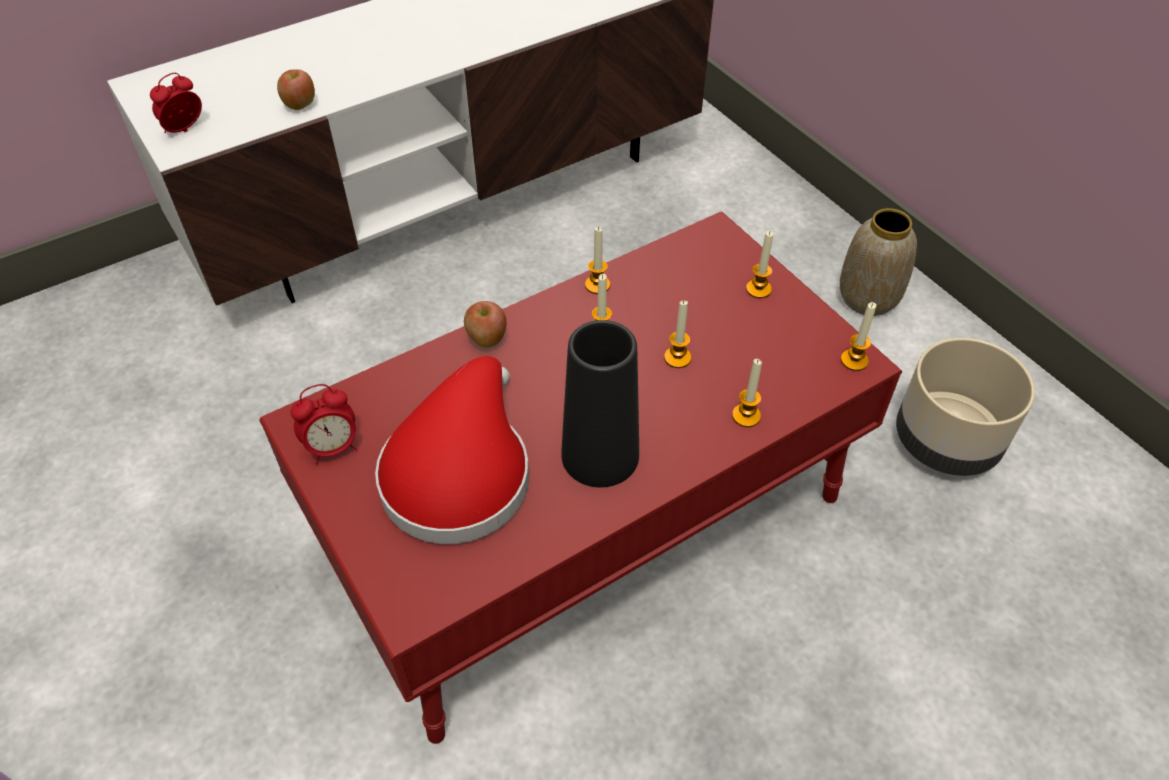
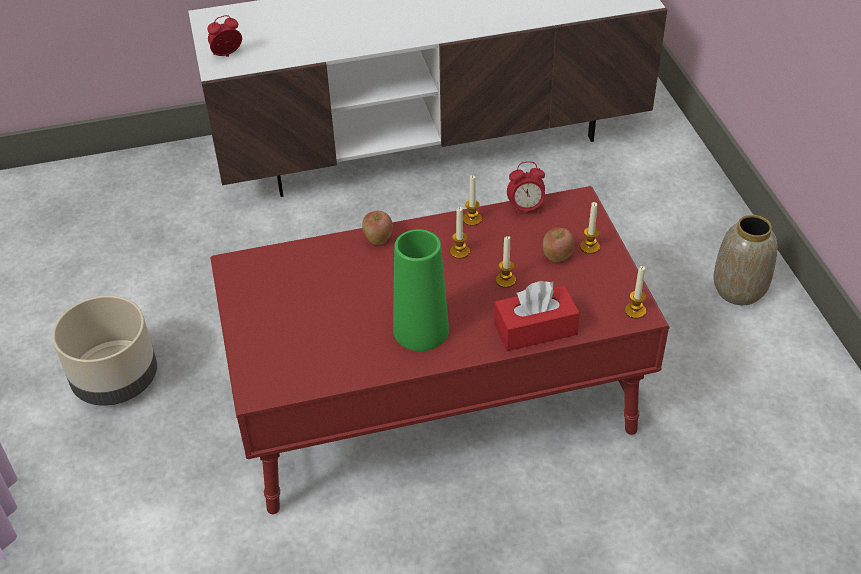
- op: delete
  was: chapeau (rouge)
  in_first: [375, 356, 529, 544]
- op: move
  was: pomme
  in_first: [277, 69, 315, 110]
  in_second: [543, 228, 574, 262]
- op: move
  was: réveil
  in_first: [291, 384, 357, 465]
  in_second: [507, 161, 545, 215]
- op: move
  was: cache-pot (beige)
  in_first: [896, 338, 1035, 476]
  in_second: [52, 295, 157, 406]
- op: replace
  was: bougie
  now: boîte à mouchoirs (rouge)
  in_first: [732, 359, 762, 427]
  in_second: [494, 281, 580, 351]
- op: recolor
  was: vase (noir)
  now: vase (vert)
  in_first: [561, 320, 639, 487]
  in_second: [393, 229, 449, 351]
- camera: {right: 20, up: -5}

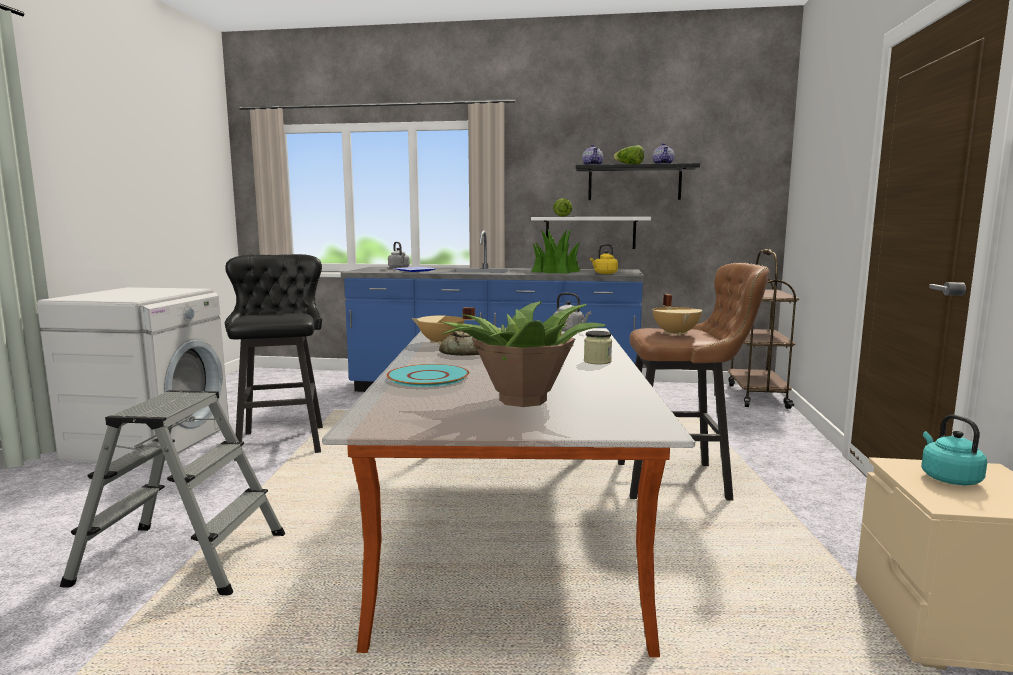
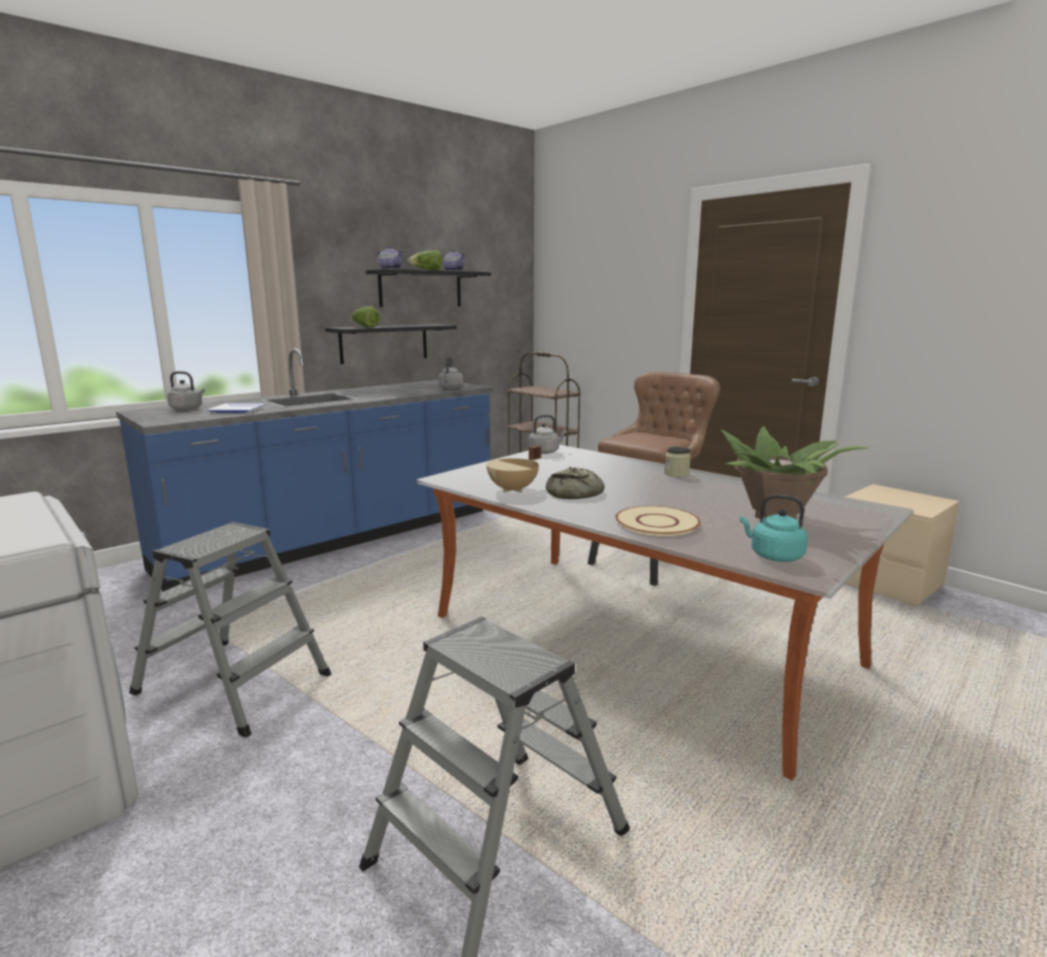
- op: delete
  was: plante en pot
  in_first: [531, 228, 581, 274]
- op: delete
  was: marmite (beige)
  in_first: [653, 294, 703, 336]
- op: move
  was: bouilloire (turquoise)
  in_first: [921, 415, 987, 485]
  in_second: [740, 494, 808, 562]
- op: replace
  was: tabouret (noir)
  now: escabeau (gris)
  in_first: [225, 254, 323, 461]
  in_second: [129, 522, 331, 737]
- op: recolor
  was: assiette (turquoise)
  now: assiette (beige)
  in_first: [387, 364, 469, 387]
  in_second: [615, 506, 701, 536]
- op: recolor
  was: étagère (blanc)
  now: étagère (noir)
  in_first: [531, 217, 651, 249]
  in_second: [325, 324, 457, 364]
- op: recolor
  was: bouilloire (jaune)
  now: bouilloire (gris)
  in_first: [590, 244, 618, 274]
  in_second: [438, 357, 463, 389]
- camera: {right: -50, up: 5}

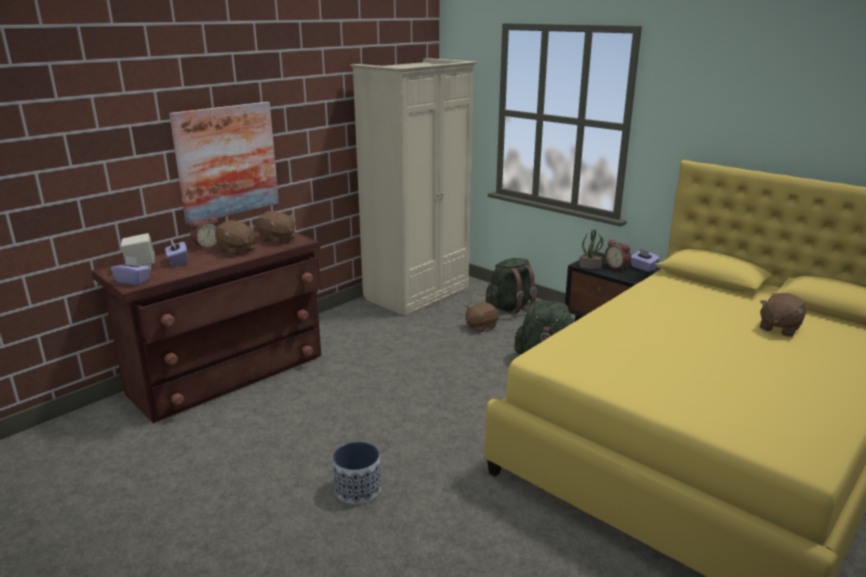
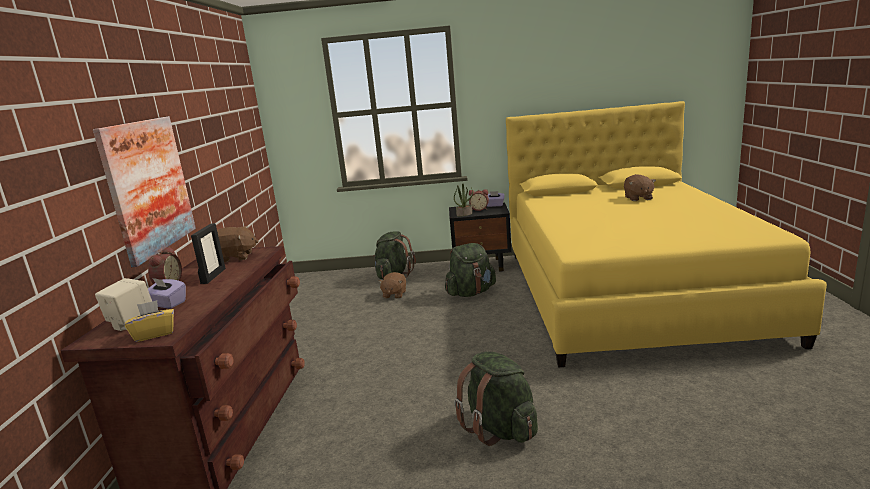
- op: delete
  was: armoire (beige)
  in_first: [350, 58, 477, 316]
- op: replace
  was: peluche (marron)
  now: cadre photo
  in_first: [215, 220, 255, 256]
  in_second: [191, 223, 226, 284]
- op: replace
  was: cache-pot
  now: sac à dos (vert)
  in_first: [333, 441, 381, 504]
  in_second: [454, 351, 538, 446]
- op: recolor
  was: boîte à mouchoirs (violet)
  now: boîte à mouchoirs (jaune)
  in_first: [111, 256, 151, 285]
  in_second: [124, 300, 174, 342]
- camera: {right: -40, up: -5}

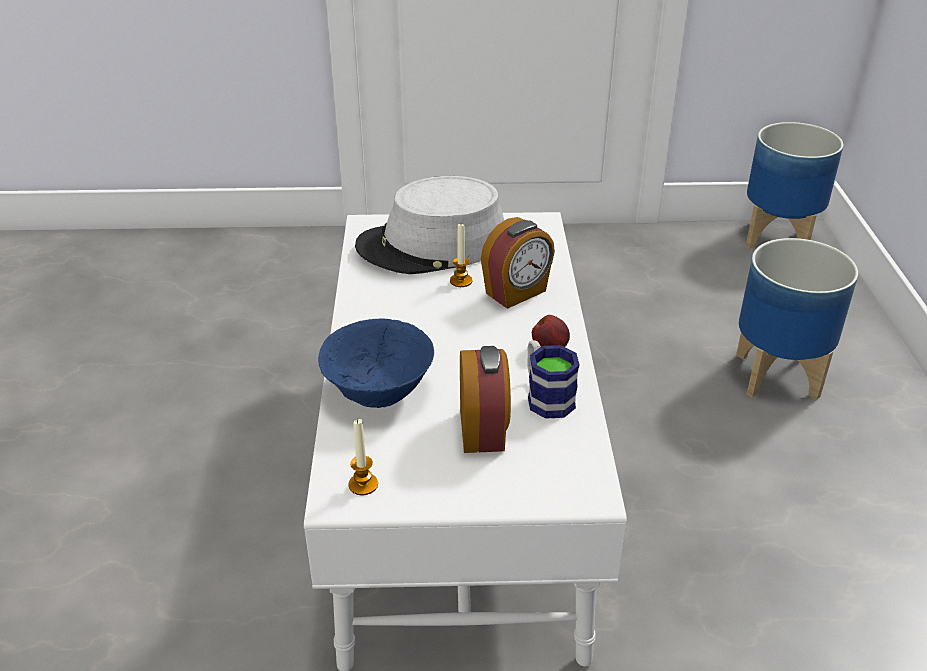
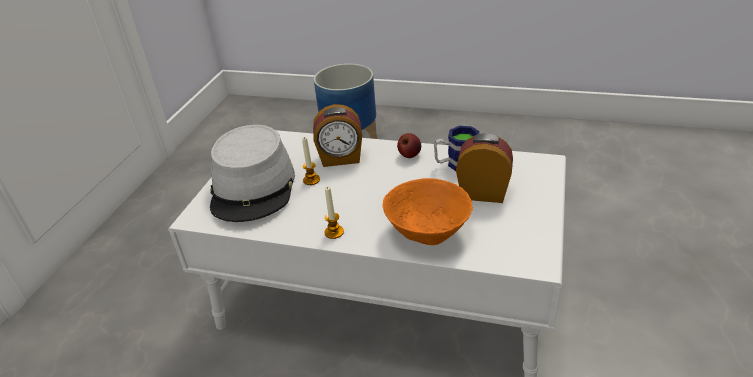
- op: delete
  was: cache-pot
  in_first: [746, 122, 843, 249]
- op: move
  was: bougie
  in_first: [348, 419, 378, 495]
  in_second: [324, 186, 344, 239]
- op: recolor
  was: bol (bleu)
  now: bol (orange)
  in_first: [318, 319, 434, 408]
  in_second: [383, 178, 473, 245]
- op: rotate
  was: réveil
  in_first: [481, 217, 555, 309]
  in_second: [313, 104, 362, 167]
  clockwise: 105
- camera: {right: -70, up: 0}

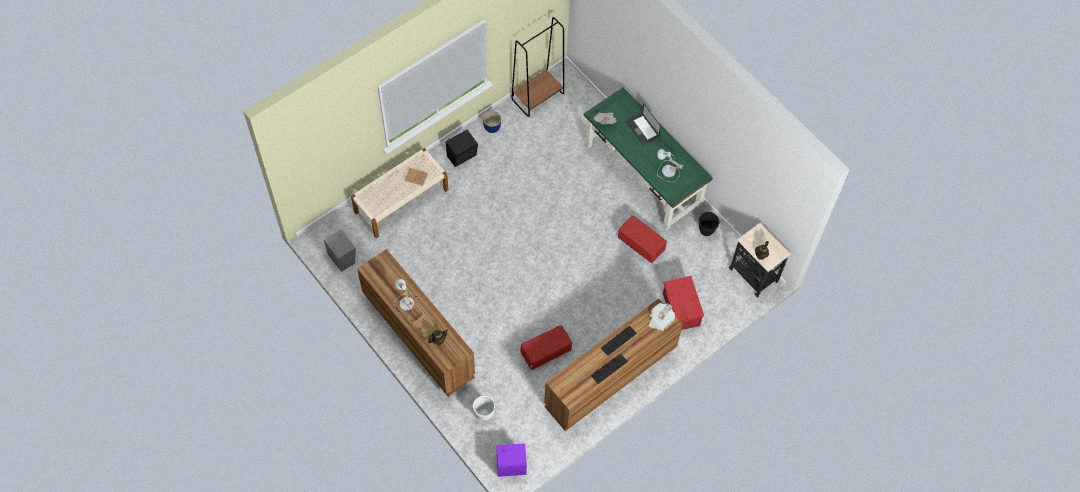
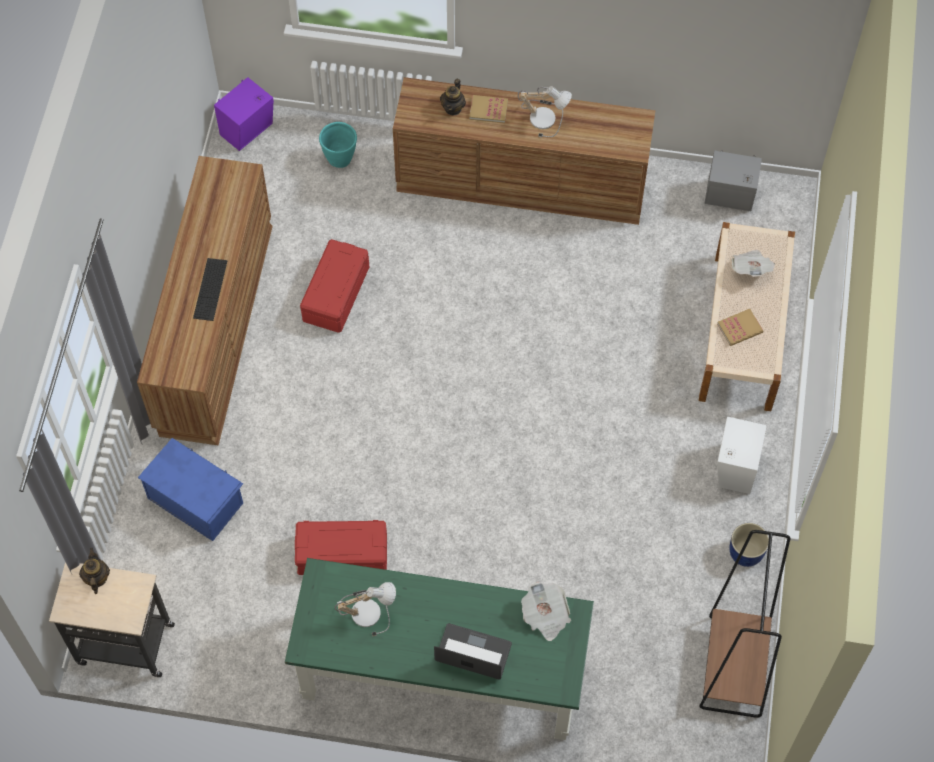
- op: delete
  was: clavier
  in_first: [591, 353, 628, 384]
- op: delete
  was: cache-pot (noir)
  in_first: [699, 212, 720, 236]
- op: move
  was: journal
  in_first: [649, 303, 675, 331]
  in_second: [732, 249, 775, 277]
- op: recolor
  was: enceinte (noir)
  now: enceinte (blanc)
  in_first: [446, 130, 478, 167]
  in_second: [717, 417, 767, 494]
- op: recolor
  was: cache-pot (blanc)
  now: cache-pot (turquoise)
  in_first: [473, 396, 495, 421]
  in_second: [319, 122, 357, 168]
- op: recolor
  was: boîte de rangement (rouge)
  now: boîte de rangement (bleu)
  in_first: [663, 276, 704, 330]
  in_second: [138, 438, 243, 541]
- camera: {right: 140, up: 0}

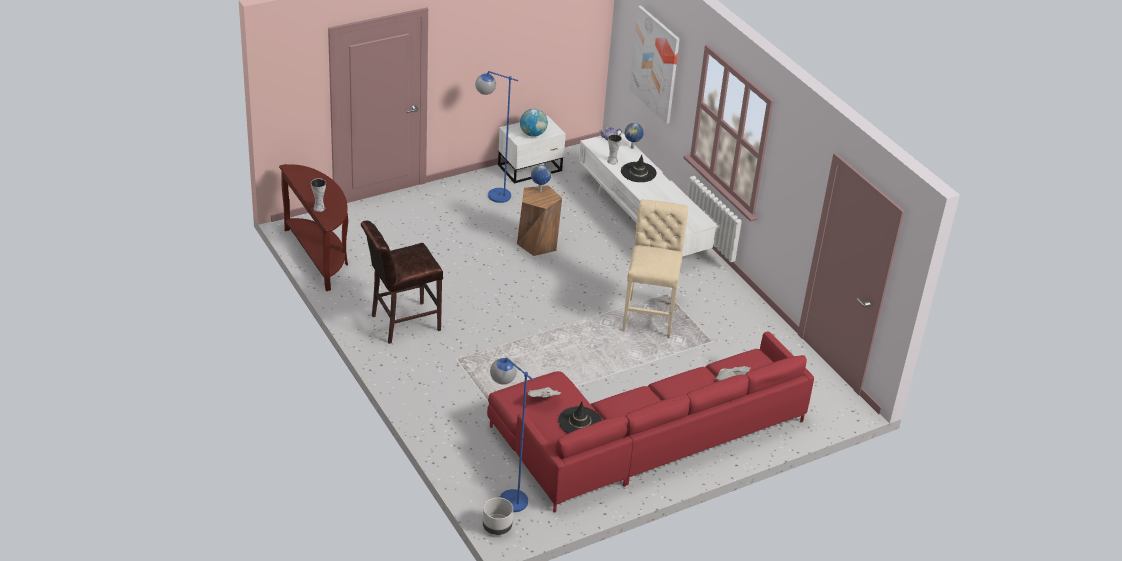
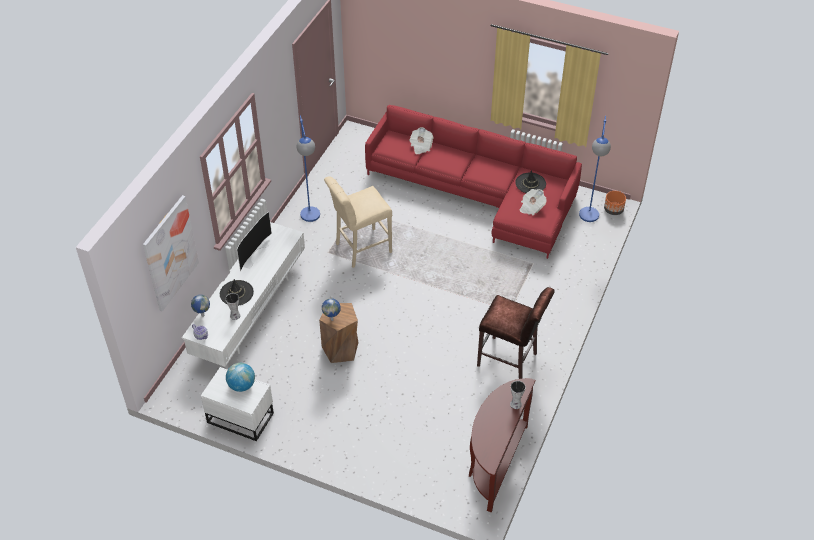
- op: insert
  now: téléviseur
  in_second: [237, 212, 272, 271]
- op: move
  was: lampadaire (bleu)
  in_first: [475, 71, 518, 203]
  in_second: [296, 116, 320, 222]
- op: recolor
  was: cache-pot (gris)
  now: cache-pot (orange)
  in_first: [483, 497, 513, 535]
  in_second: [604, 191, 626, 215]
- camera: {right: -125, up: 10}

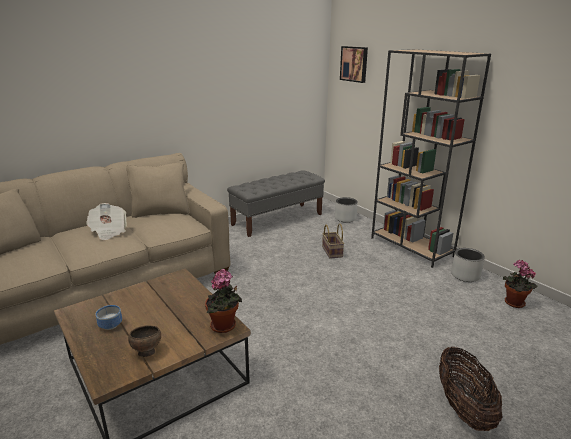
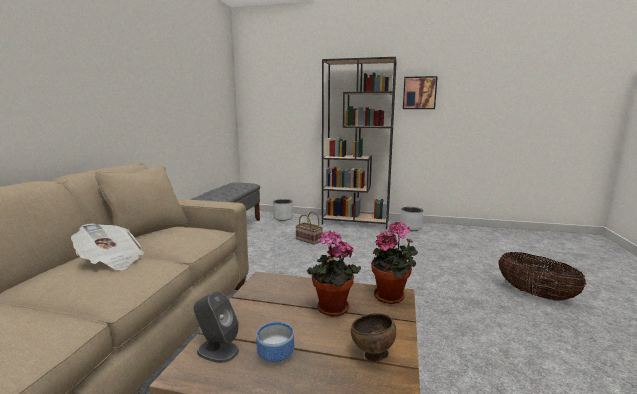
- op: insert
  now: enceinte (gris)
  in_second: [194, 291, 239, 363]
- op: move
  was: tableau
  in_first: [340, 46, 368, 83]
  in_second: [403, 76, 438, 109]
- op: move
  was: plante en pot
  in_first: [503, 260, 538, 308]
  in_second: [307, 231, 361, 317]
- camera: {right: -40, up: -10}

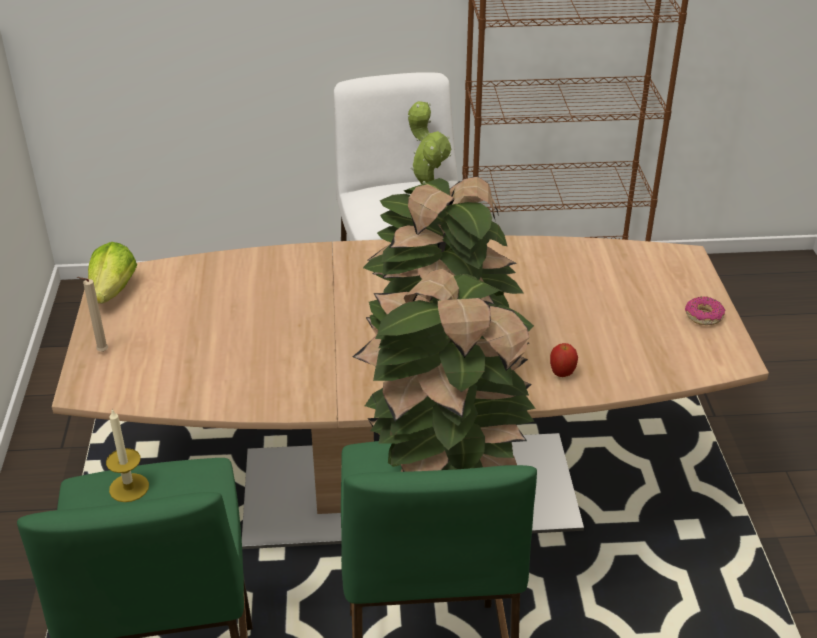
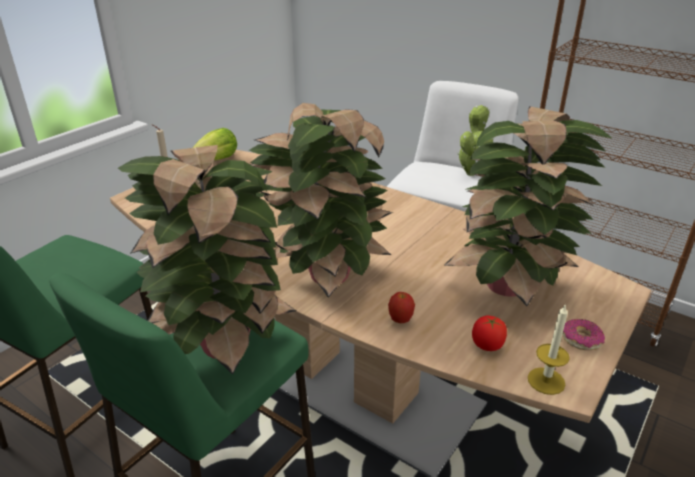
- op: insert
  now: plante en pot
  in_second: [444, 106, 613, 306]
- op: insert
  now: tomate
  in_second: [472, 316, 507, 351]
- op: move
  was: bougie
  in_first: [106, 409, 149, 502]
  in_second: [528, 304, 570, 395]
- camera: {right: 40, up: -5}

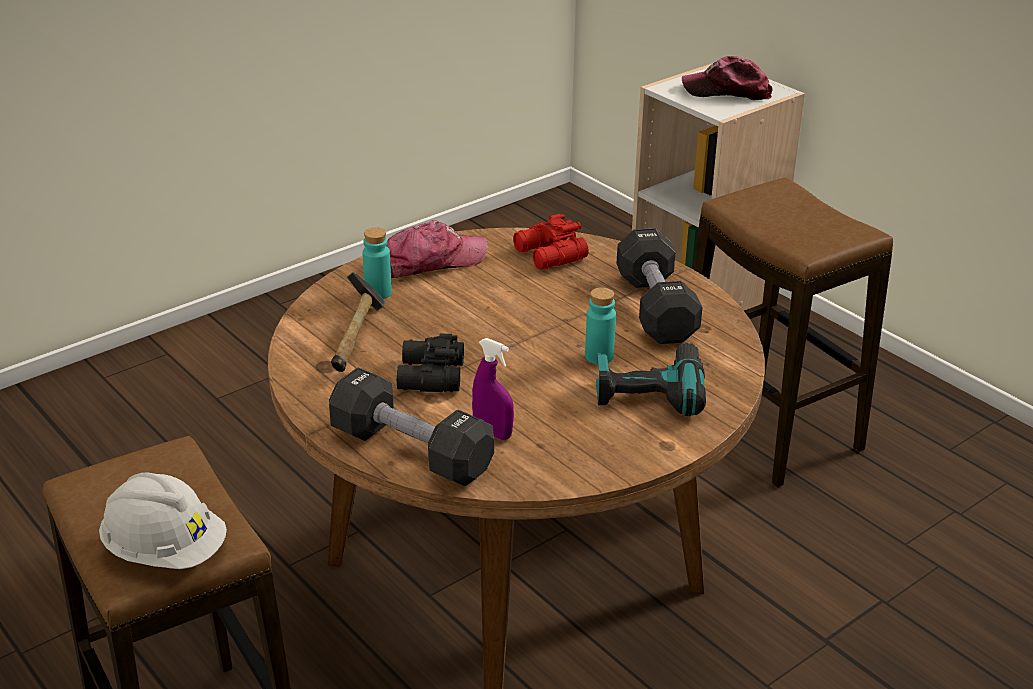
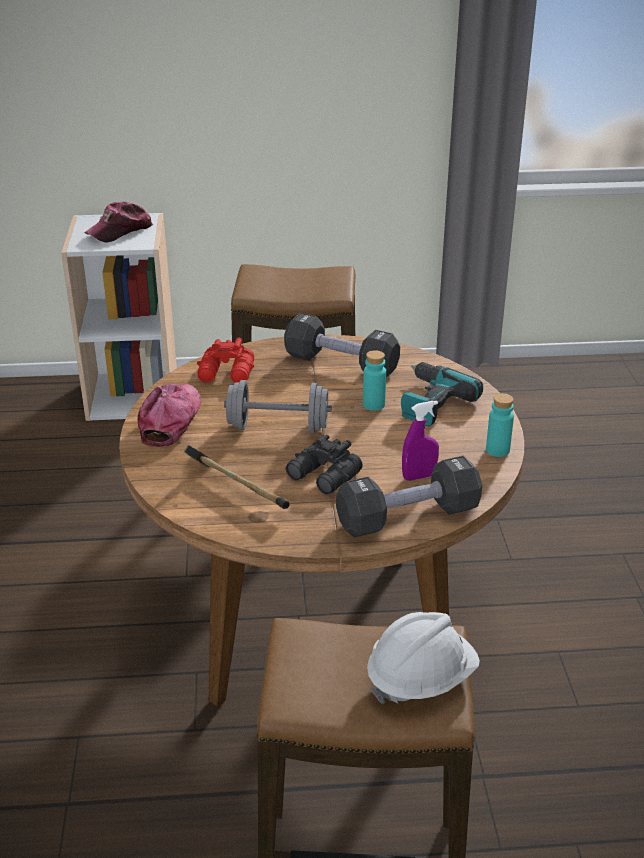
- op: insert
  now: haltère (gris)
  in_second: [224, 380, 332, 433]
- op: move
  was: bouteille (turquoise)
  in_first: [362, 227, 392, 299]
  in_second: [486, 393, 514, 457]
- camera: {right: -55, up: 0}

